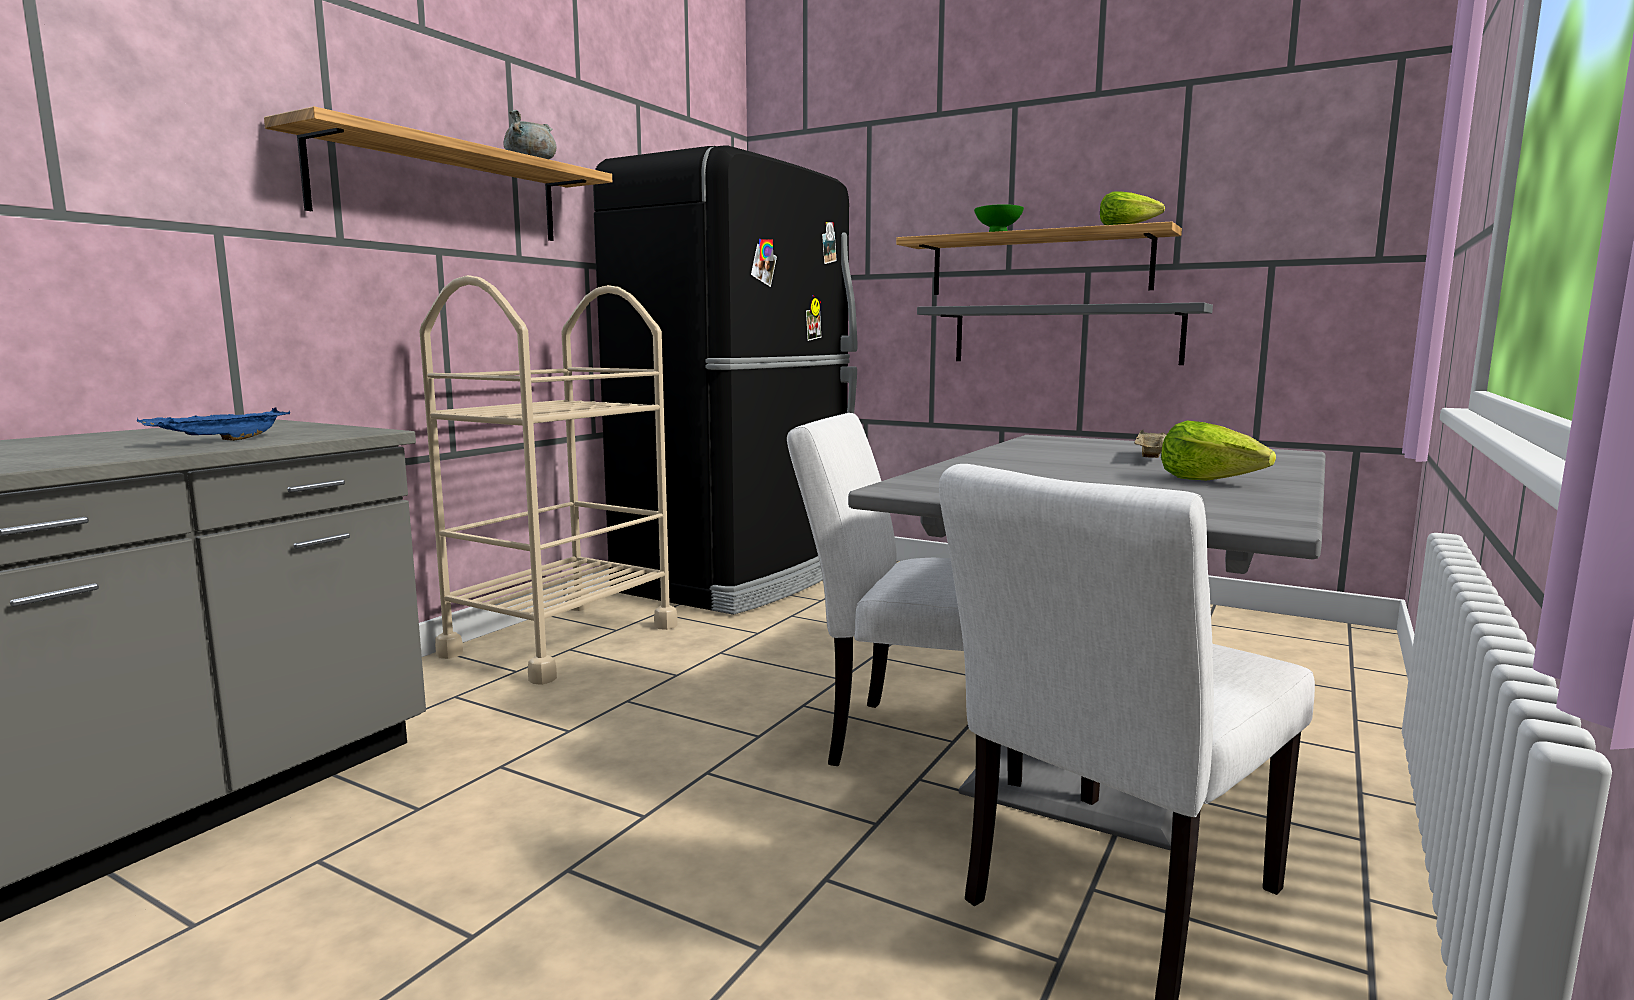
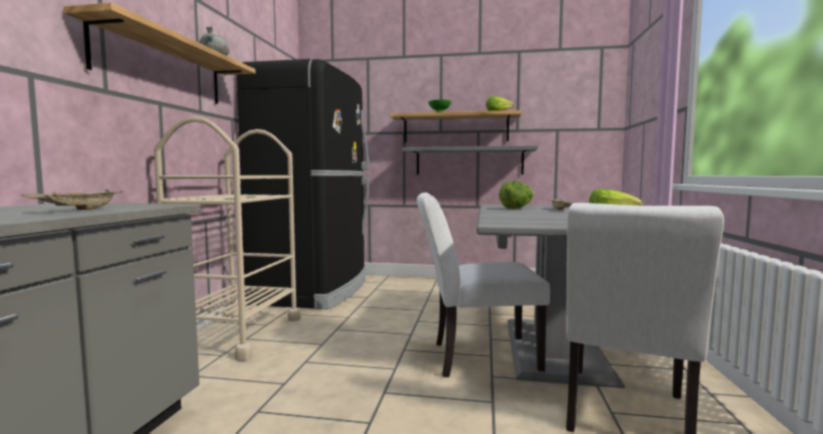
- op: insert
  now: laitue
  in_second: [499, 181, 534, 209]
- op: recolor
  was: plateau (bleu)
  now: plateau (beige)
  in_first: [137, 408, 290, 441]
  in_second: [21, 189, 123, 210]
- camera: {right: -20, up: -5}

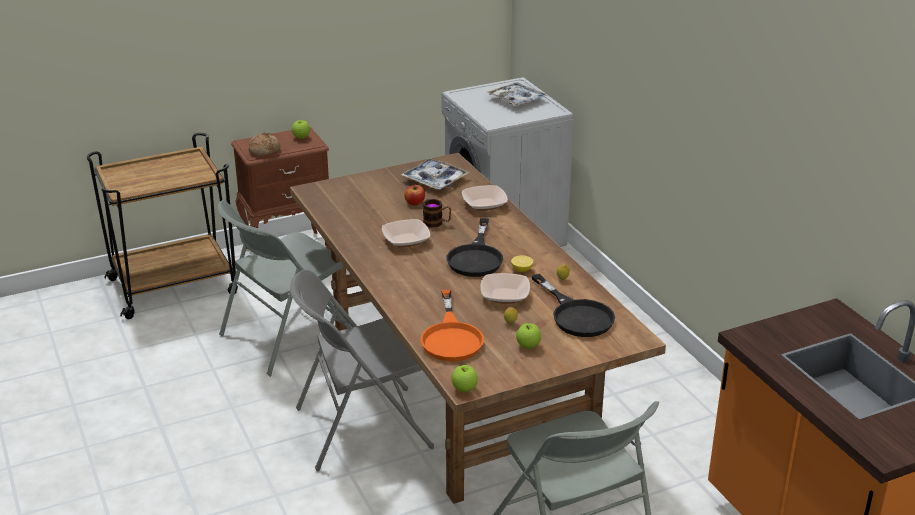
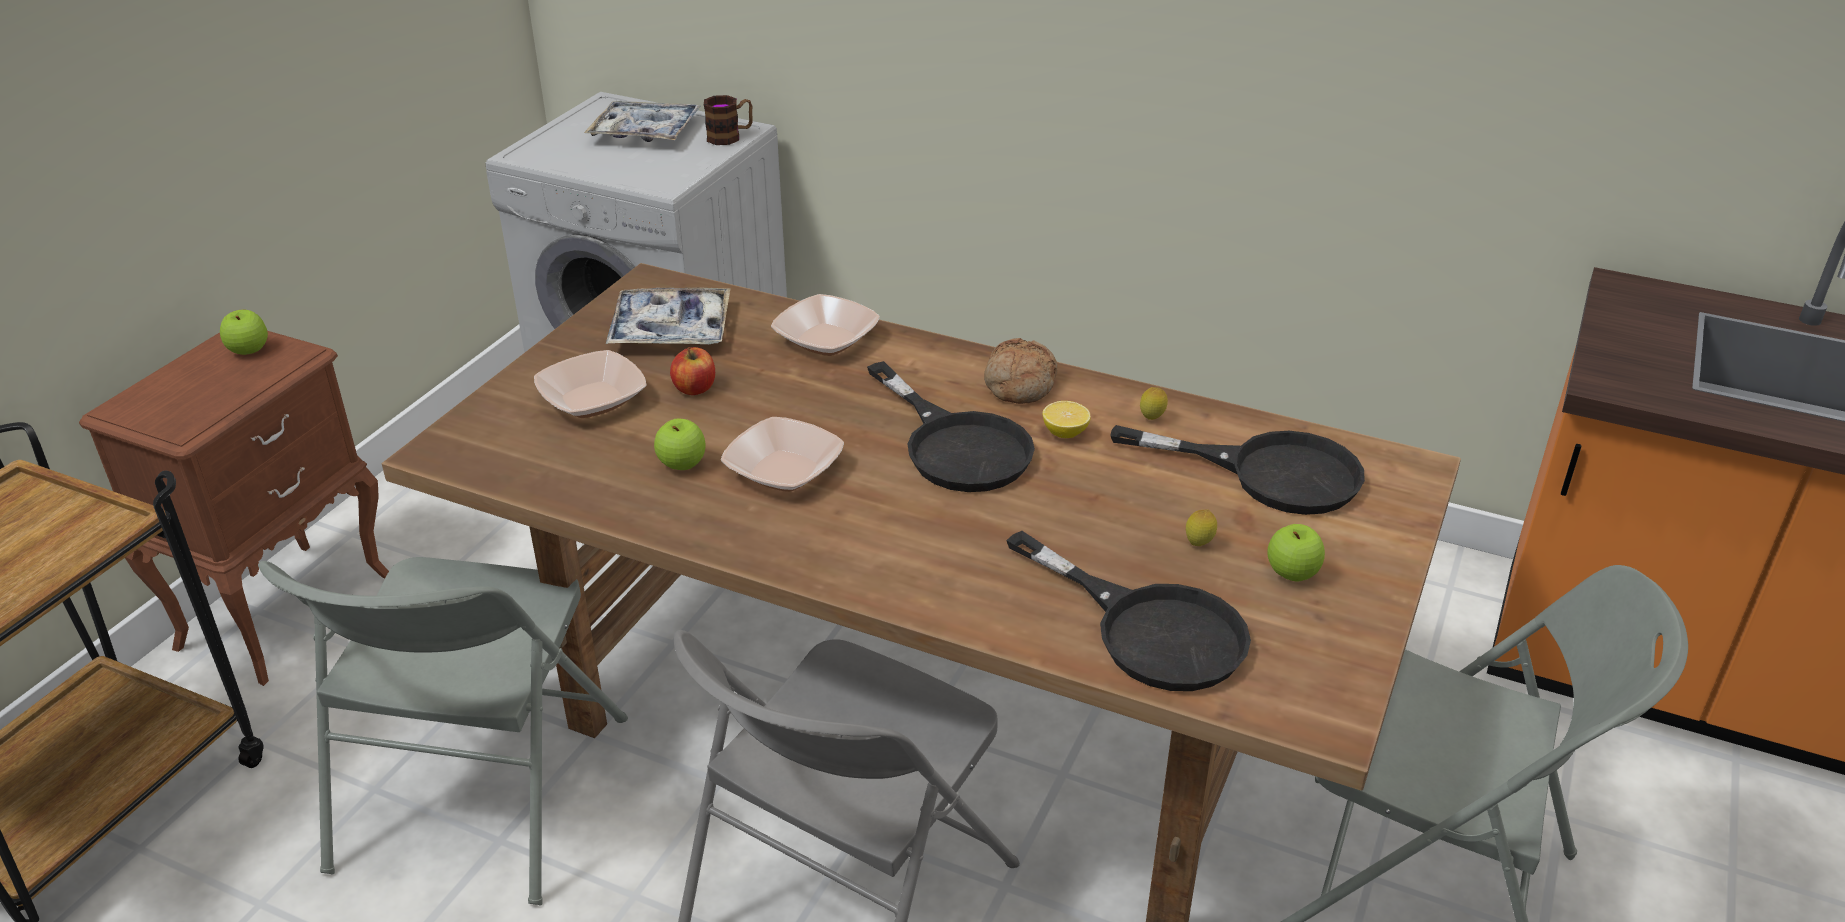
- op: move
  was: pain
  in_first: [249, 132, 281, 157]
  in_second: [984, 338, 1058, 404]
- op: move
  was: mug
  in_first: [423, 199, 451, 228]
  in_second: [704, 95, 752, 145]
- op: move
  was: pomme
  in_first: [452, 365, 478, 392]
  in_second: [654, 419, 706, 470]
- op: move
  was: bol
  in_first: [480, 273, 530, 304]
  in_second: [534, 350, 646, 418]
- op: recolor
  was: poêle (orange)
  now: poêle (noir)
  in_first: [421, 290, 484, 361]
  in_second: [1006, 531, 1251, 691]
- camera: {right: -40, up: 5}

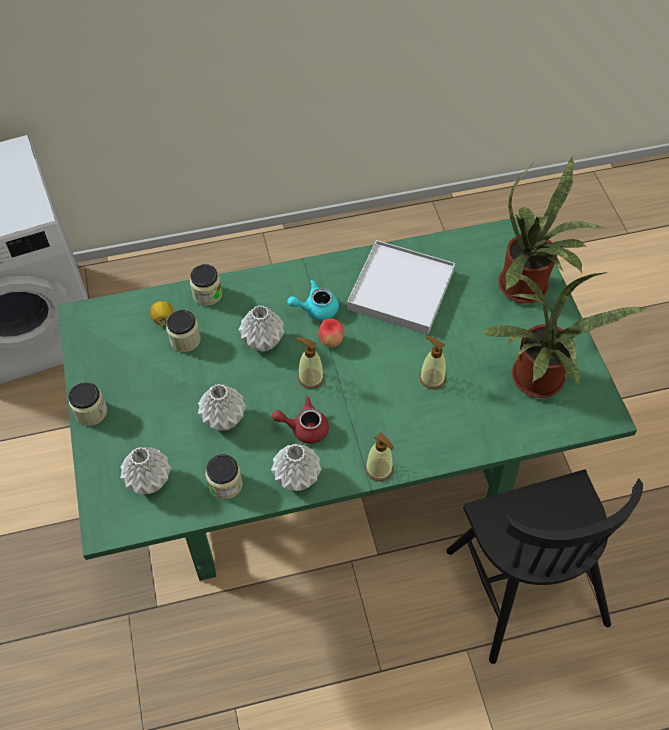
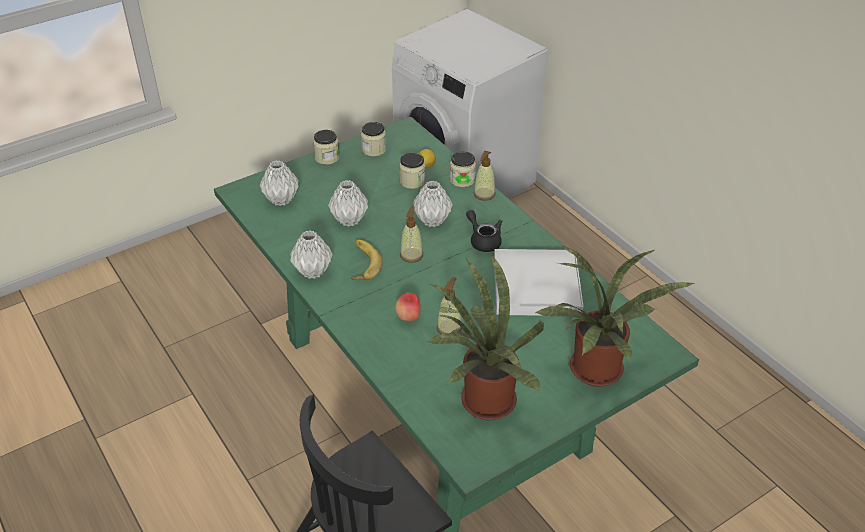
- op: move
  was: bocal
  in_first: [206, 455, 243, 499]
  in_second: [361, 122, 386, 157]
- op: move
  was: pomme
  in_first: [318, 319, 344, 347]
  in_second: [395, 293, 421, 321]
- op: move
  was: distributeur de savon
  in_first: [365, 432, 394, 481]
  in_second: [474, 151, 496, 201]
- op: replace
  was: théière (rouge)
  now: banane
  in_first: [272, 396, 329, 444]
  in_second: [351, 239, 383, 280]
- op: recolor
  was: théière (turquoise)
  now: théière (noir)
  in_first: [287, 279, 339, 320]
  in_second: [466, 210, 502, 252]
- camera: {right: 70, up: -15}

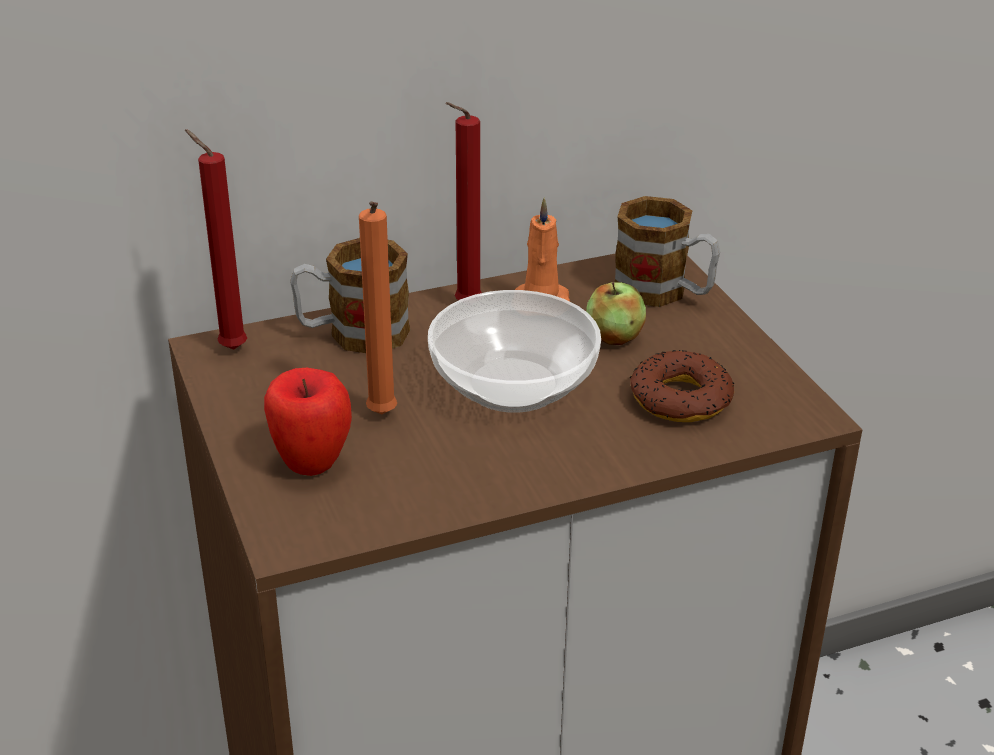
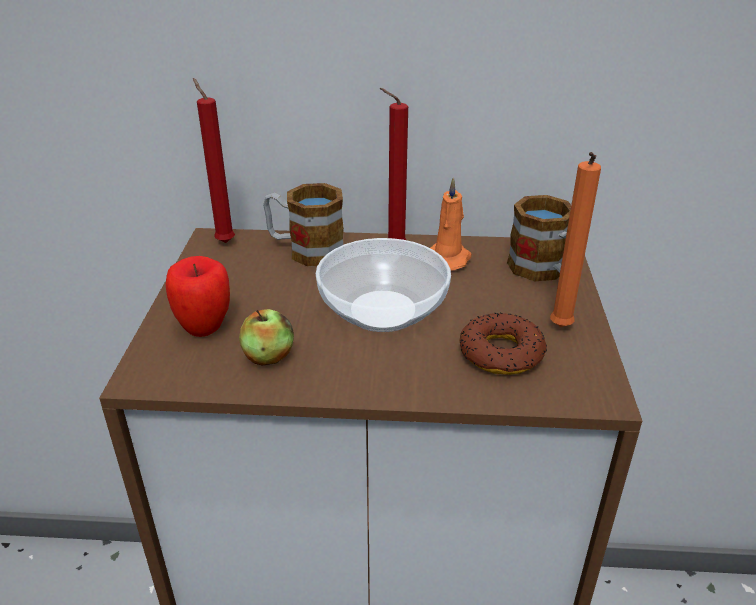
- op: move
  was: bougie (orange)
  in_first: [359, 201, 397, 414]
  in_second: [550, 152, 601, 327]
- op: move
  was: pomme
  in_first: [586, 282, 646, 345]
  in_second: [239, 309, 294, 366]
- camera: {right: 25, up: 0}

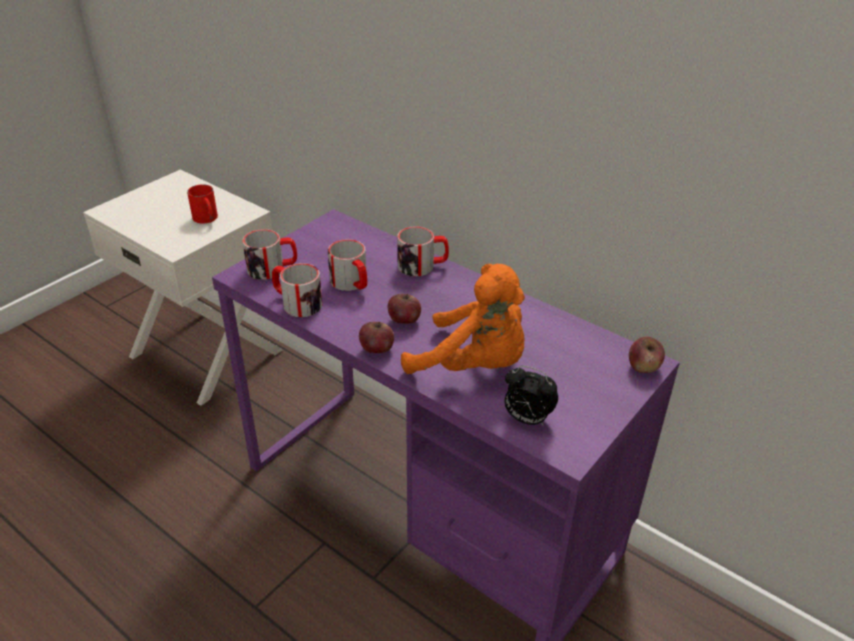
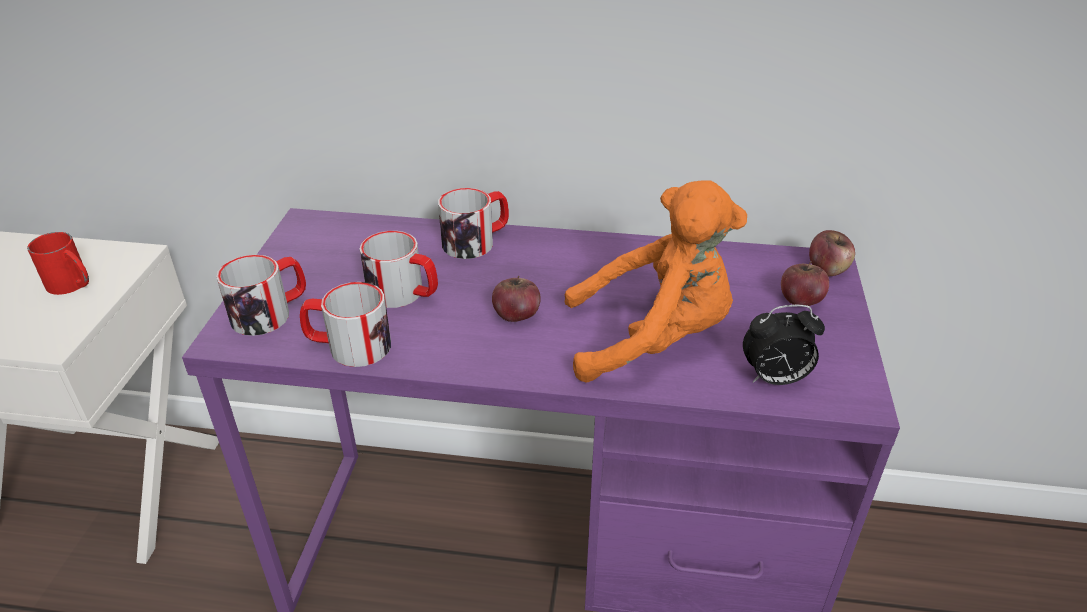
- op: move
  was: pomme
  in_first: [359, 322, 394, 353]
  in_second: [781, 261, 829, 306]
- camera: {right: -30, up: 0}

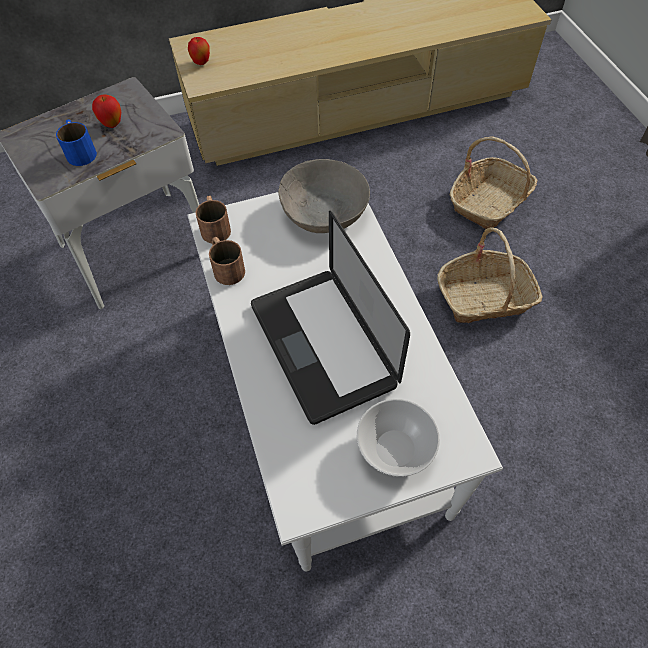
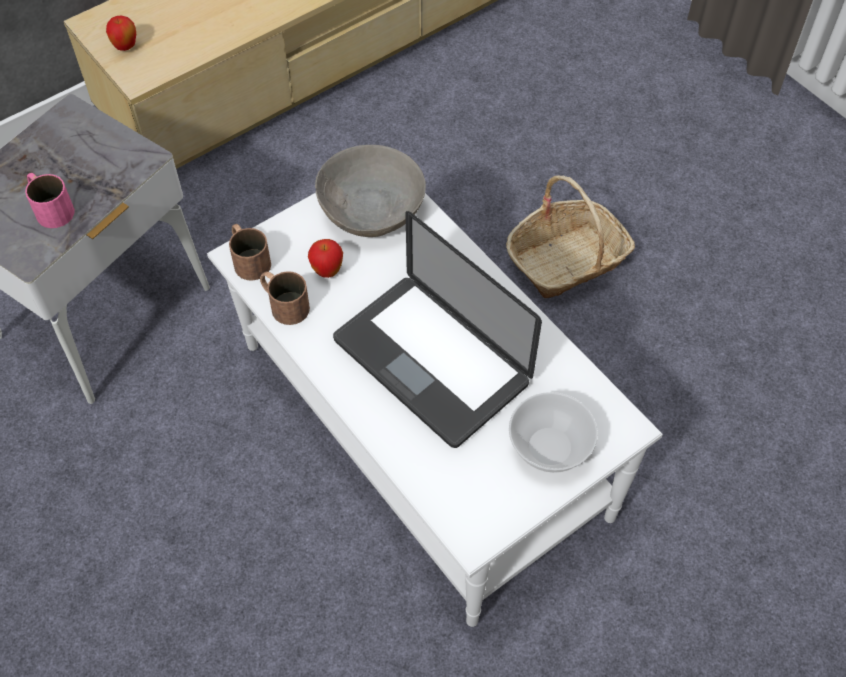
- op: delete
  was: panier
  in_first: [450, 136, 537, 229]
- op: move
  was: pomme
  in_first: [92, 95, 121, 128]
  in_second: [308, 239, 343, 278]
- op: recolor
  was: mug (bleu)
  now: mug (rose)
  in_first: [56, 119, 97, 166]
  in_second: [25, 173, 75, 228]
- camera: {right: -20, up: 0}

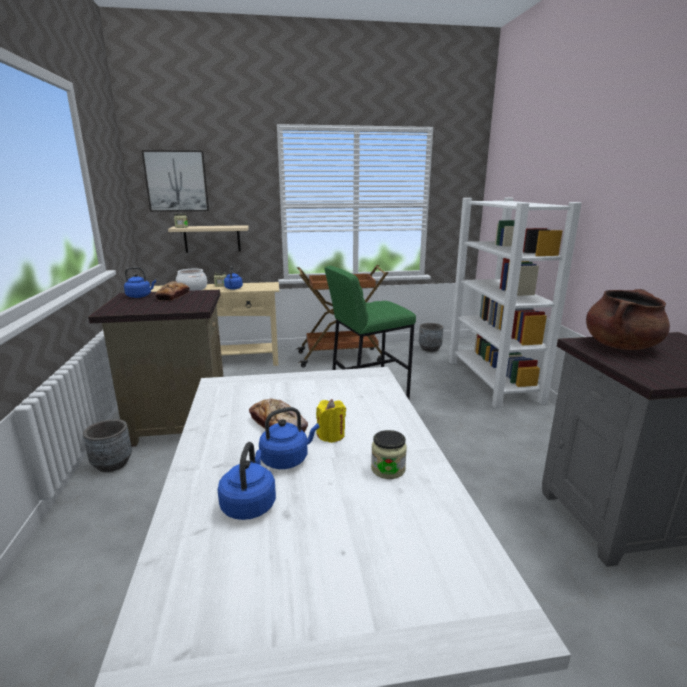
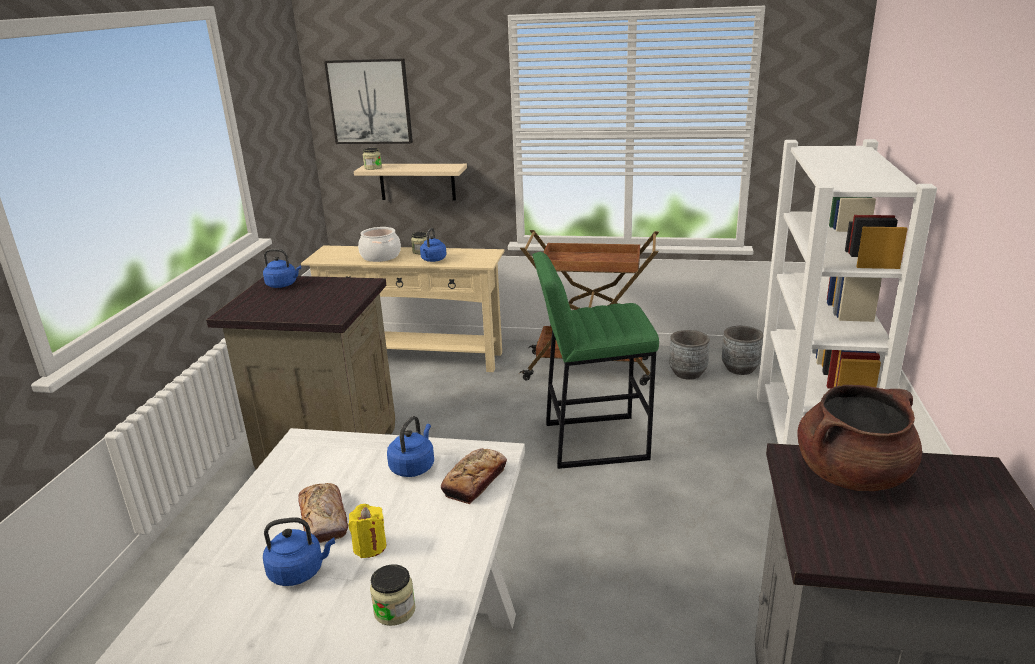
- op: move
  was: cache-pot (gris)
  in_first: [83, 419, 132, 472]
  in_second: [669, 330, 710, 380]
- op: move
  was: pain
  in_first: [155, 281, 190, 301]
  in_second: [441, 448, 507, 504]
- op: move
  was: bouilloire (bleu)
  in_first: [218, 442, 276, 520]
  in_second: [387, 416, 434, 477]
- camera: {right: 20, up: 5}

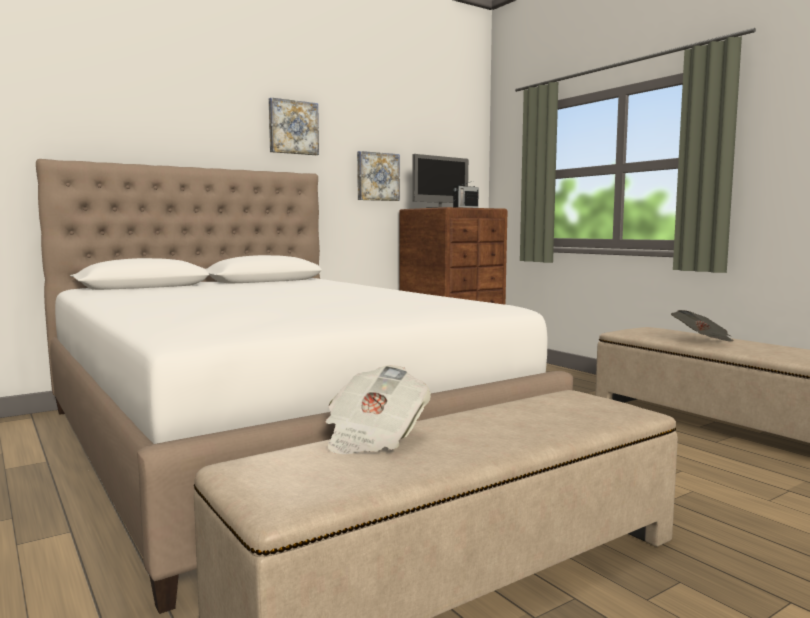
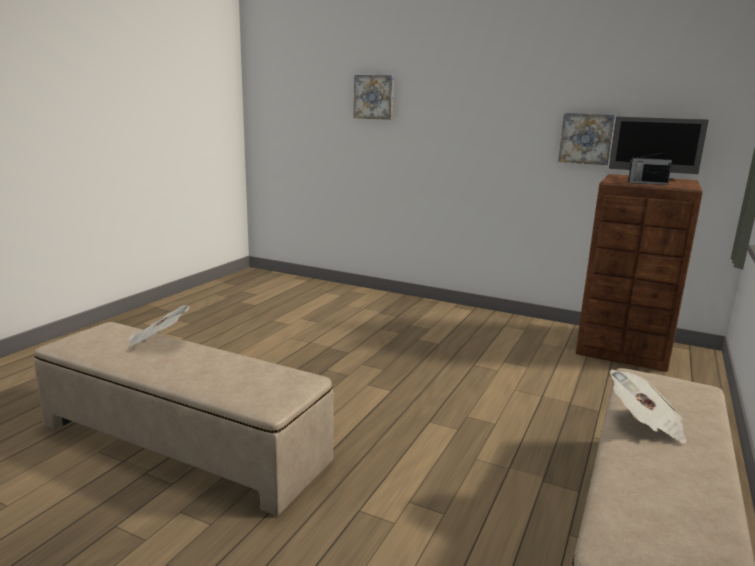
- op: delete
  was: lit (blanc)
  in_first: [36, 159, 573, 614]
- op: move
  was: tableau
  in_first: [269, 98, 319, 155]
  in_second: [354, 75, 394, 120]
- camera: {right: 60, up: 10}

